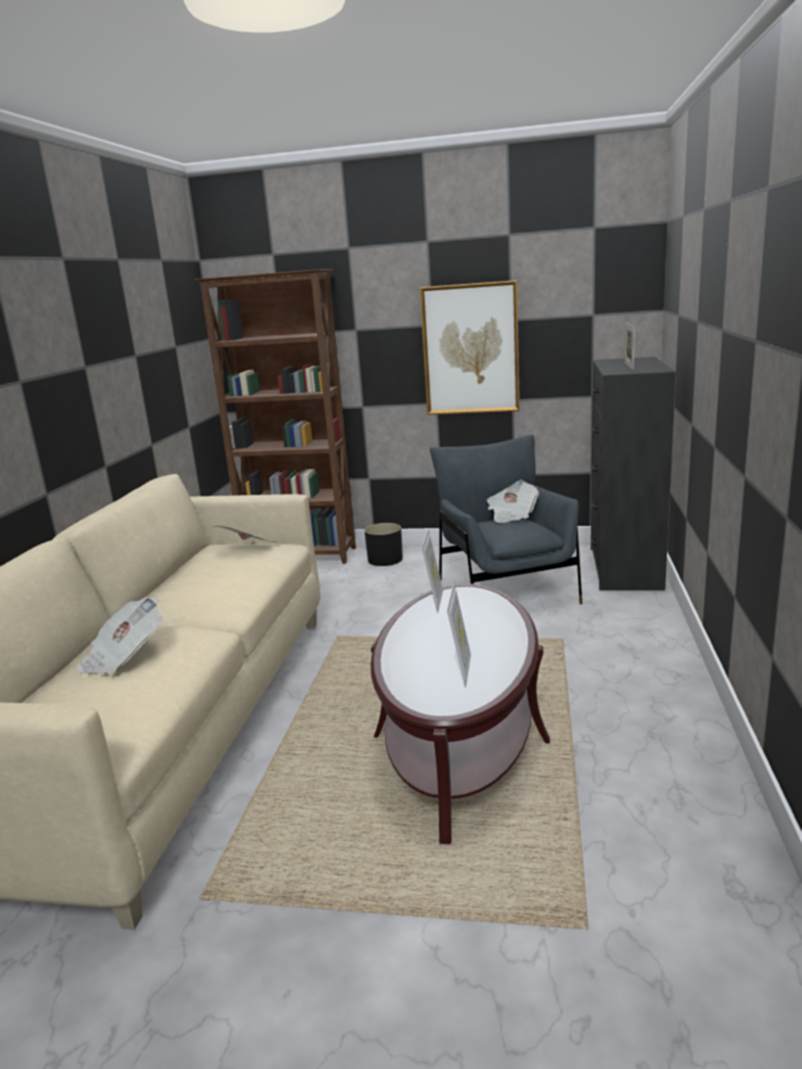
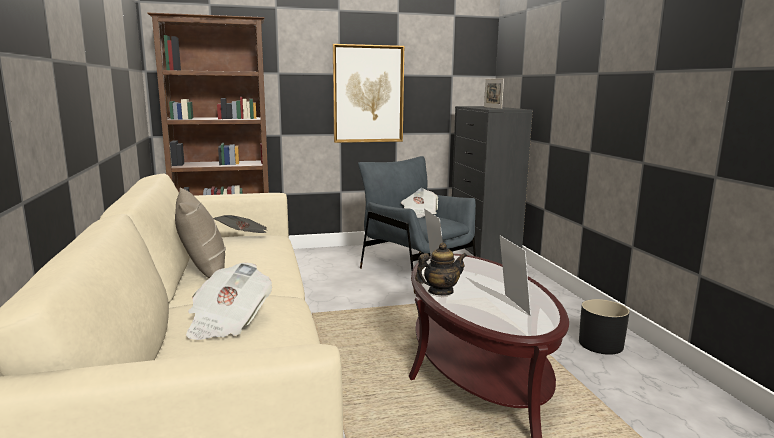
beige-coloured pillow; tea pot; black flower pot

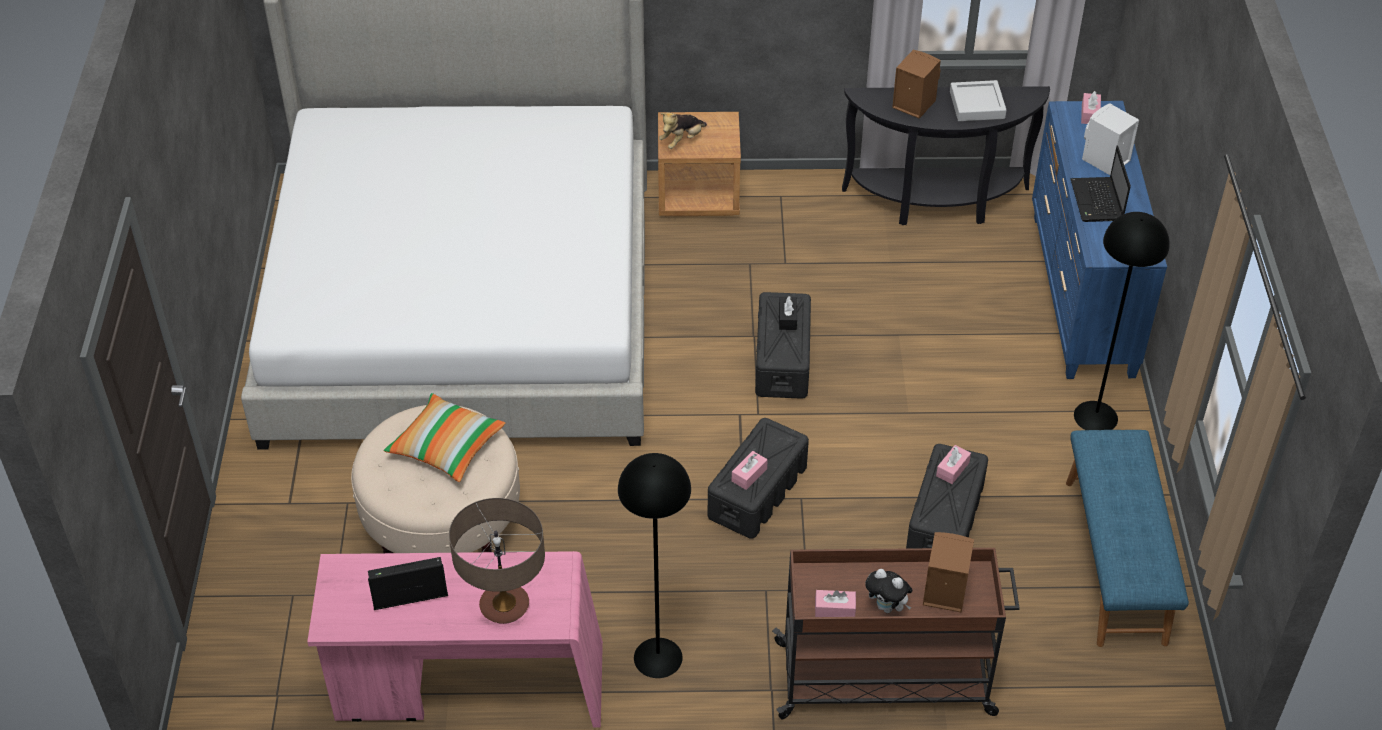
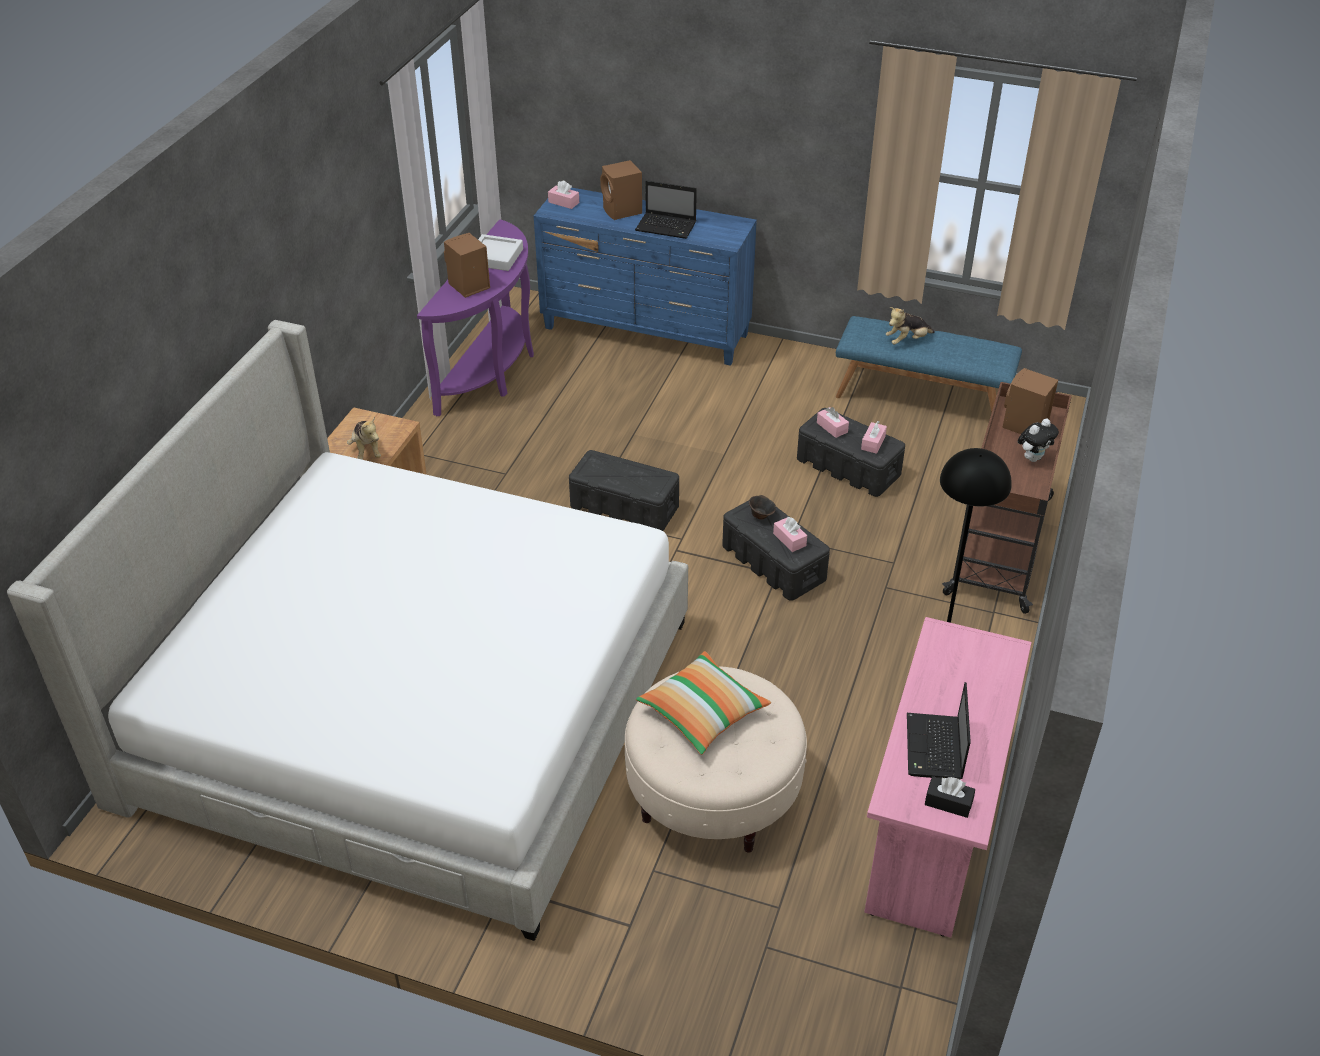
table lamp; black floor lamp (2nd from left in the first image); brown-coloured bowl; plush toy (2nd from left); black tissue box; pinkish tissue box (4th from left); purplish hall table; brown-coloured audio speaker (2nd from left)

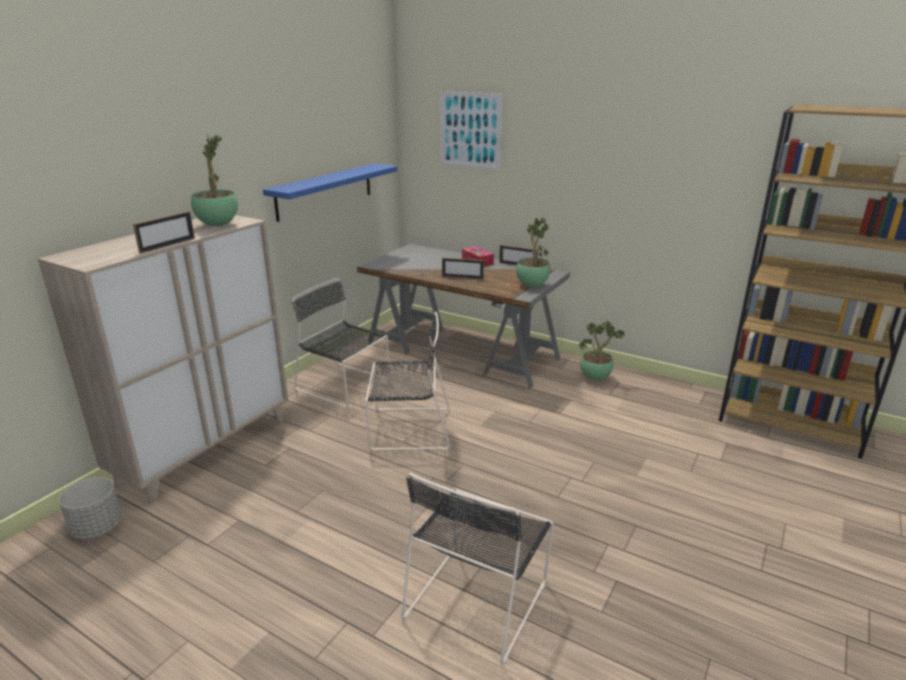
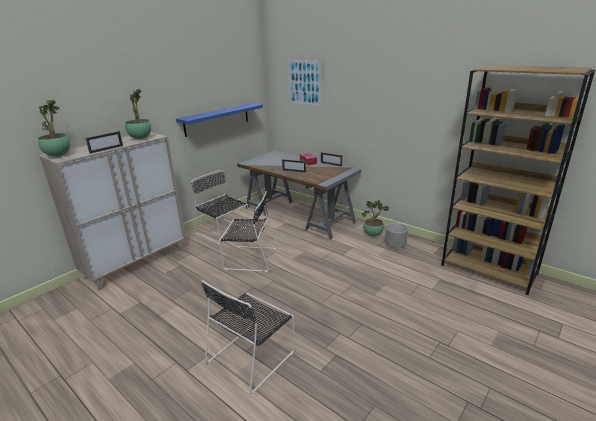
gray flower pot; plant in a pot (1st from left)

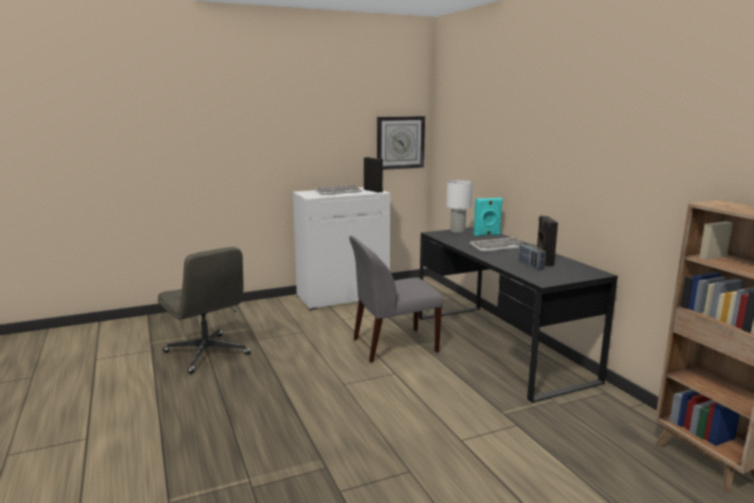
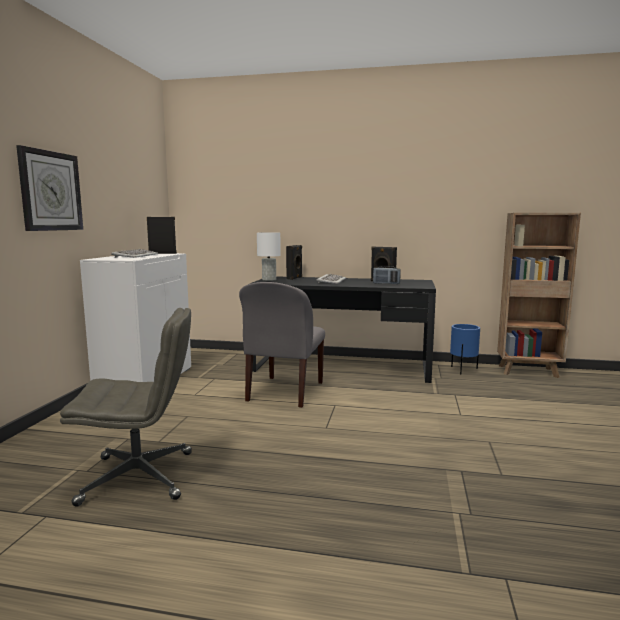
blue-coloured flower pot; wall clock; black audio speaker (2nd from left)

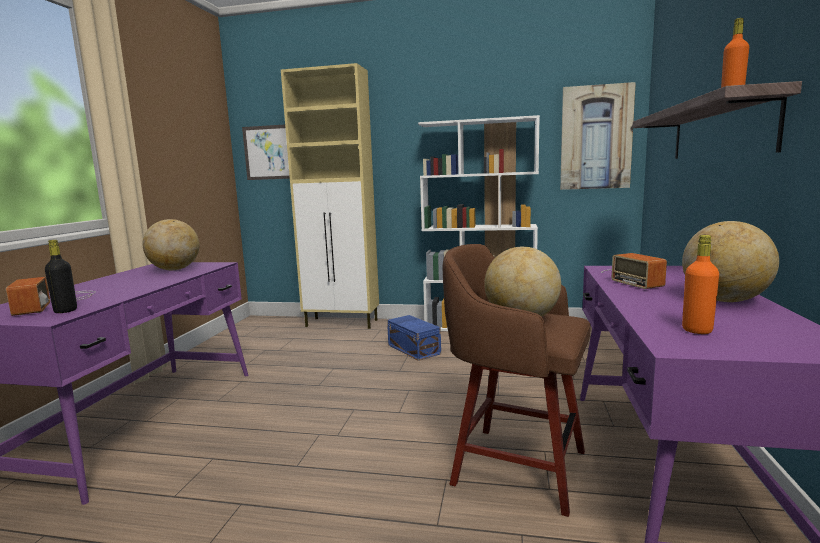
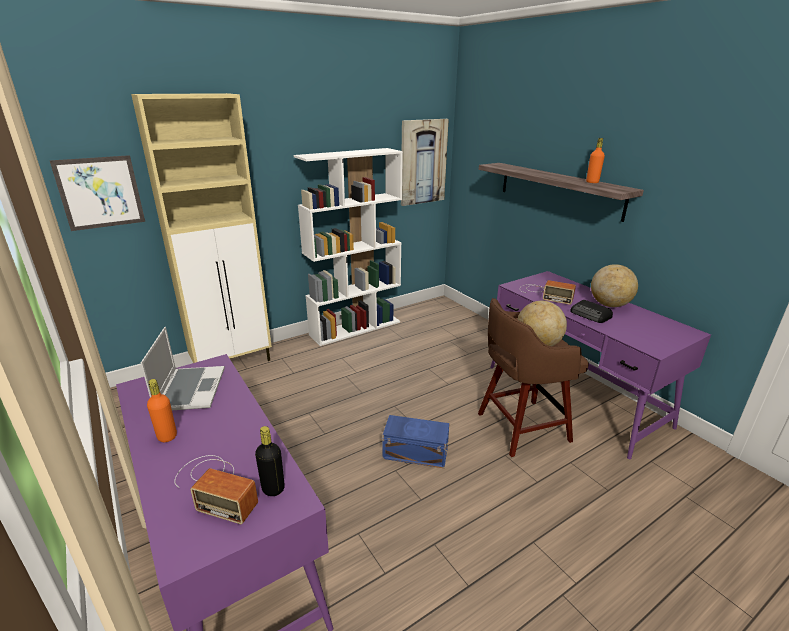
radio (3rd from left); blue-coloured storage bin; orange-coloured bottle (1st from left); notebook computer

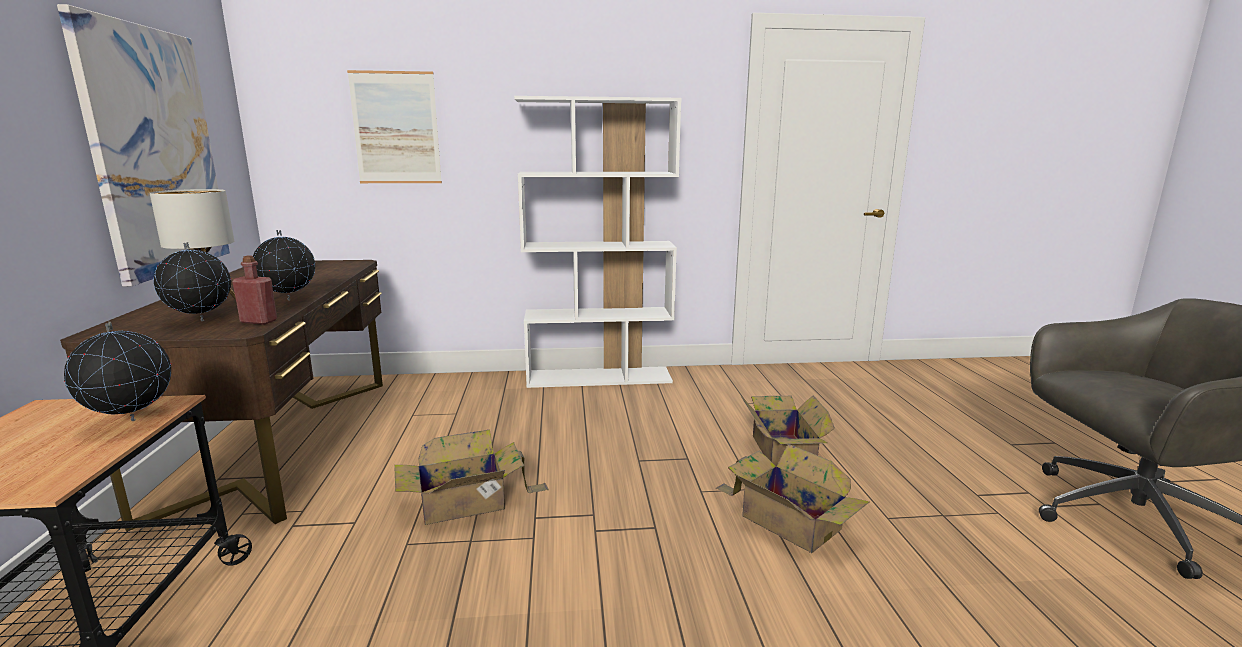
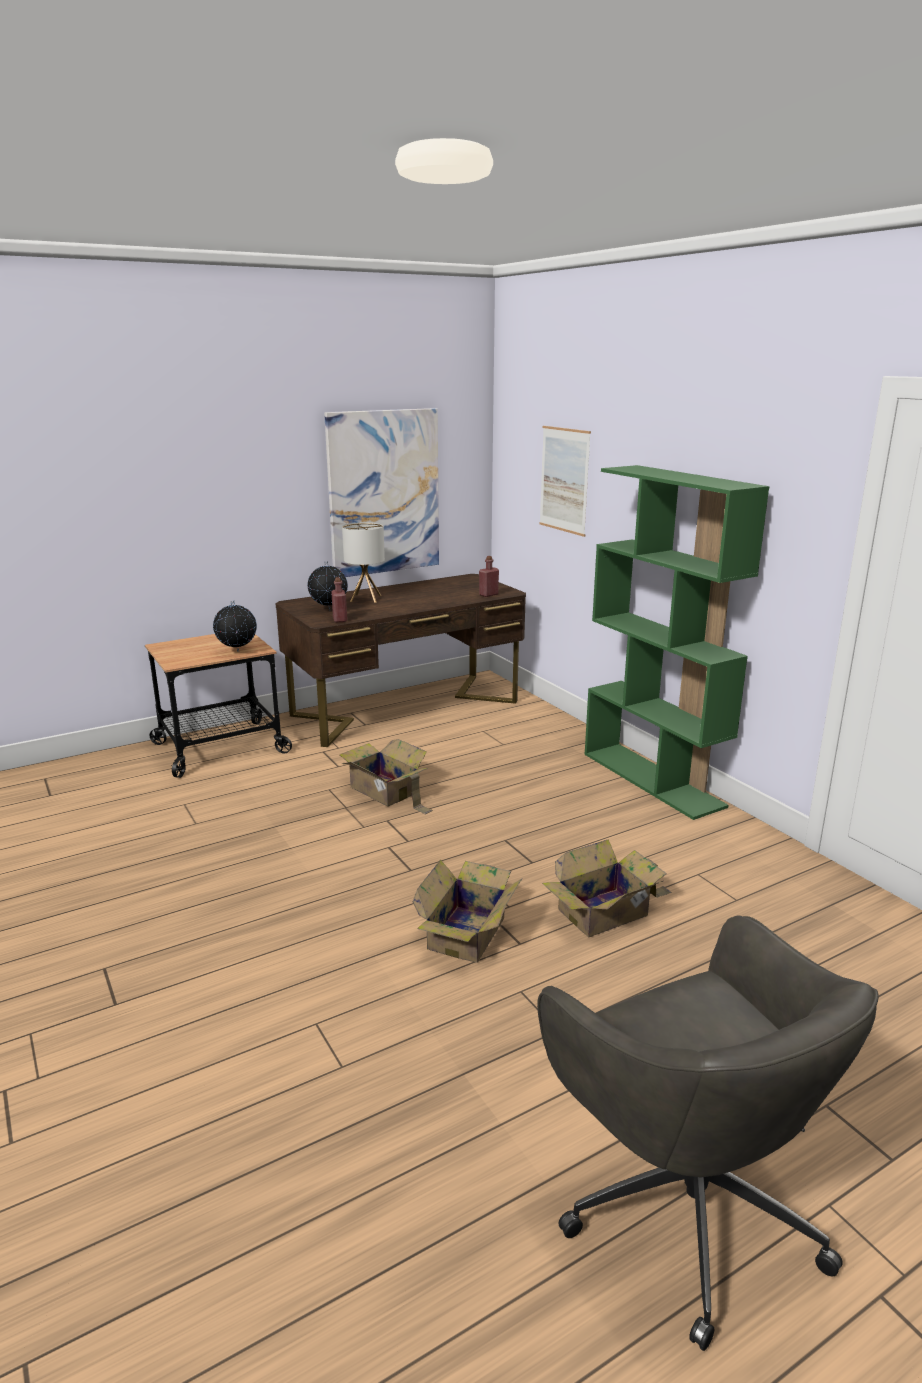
world globe (3rd from left in the first image); red-coloured bottle (2nd from left); green-coloured bookcase

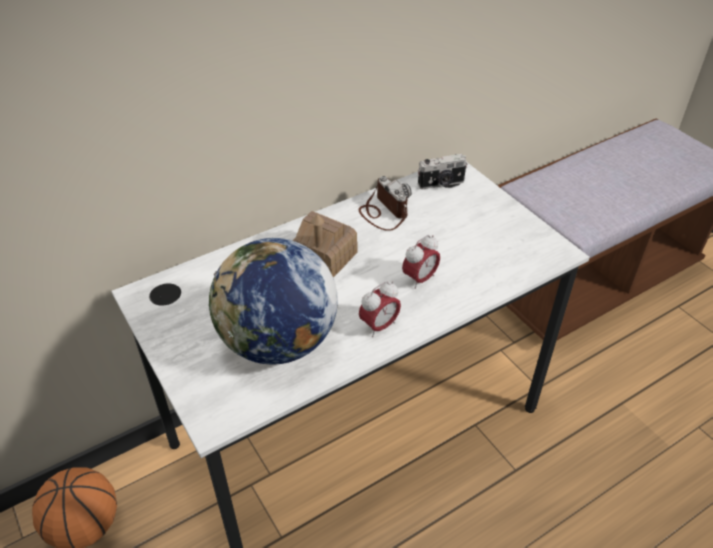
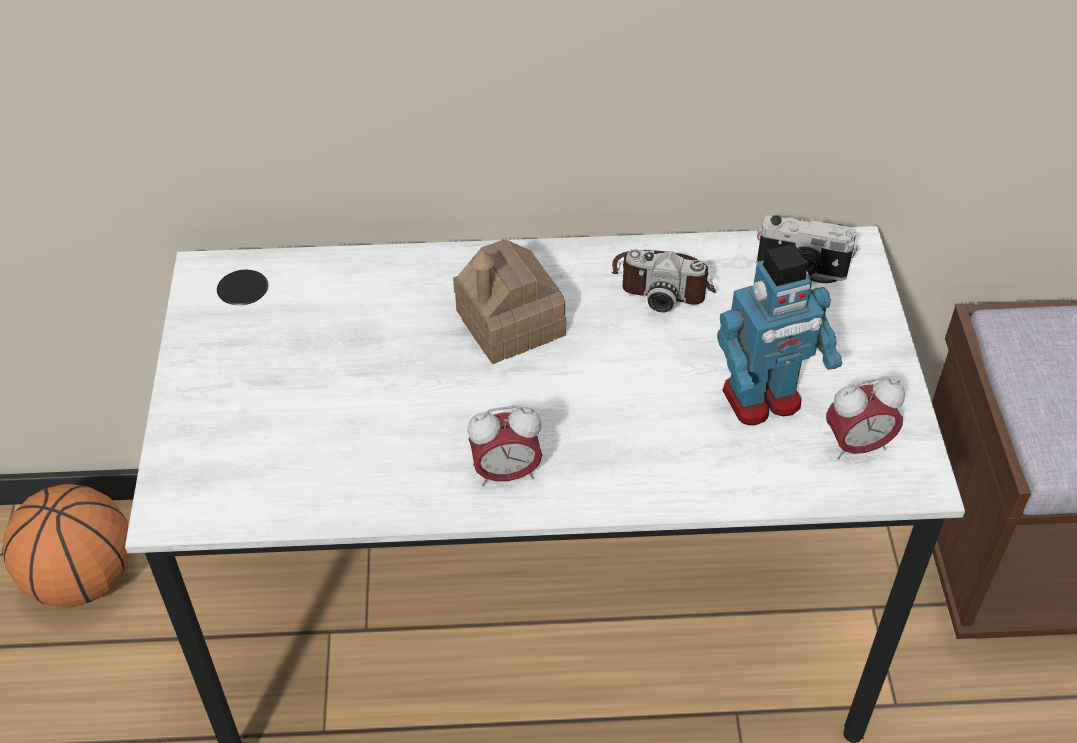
world globe; robot figure; alarm clock (2nd from left); still camera (1st from left)

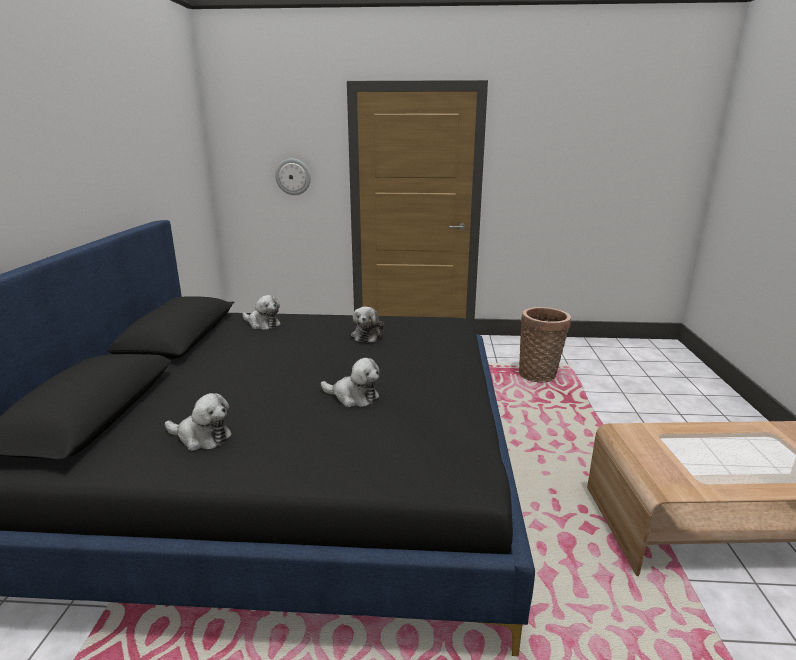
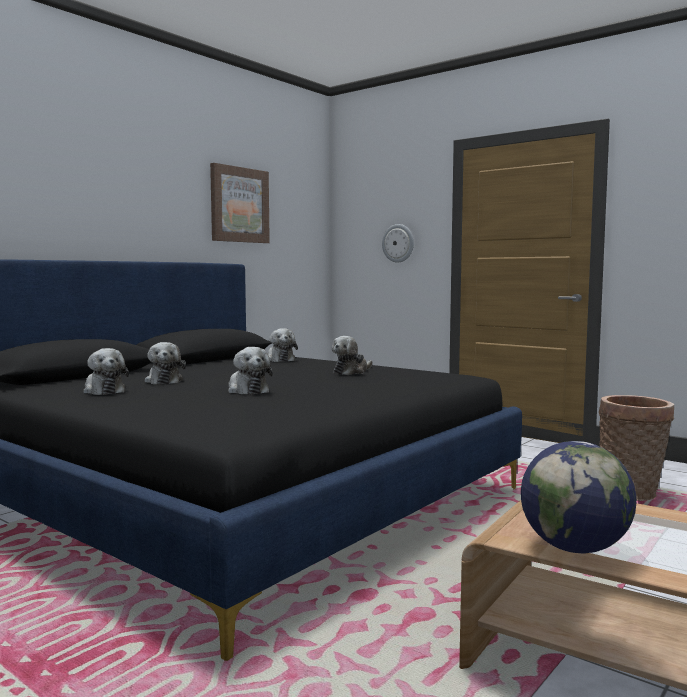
plush toy (2nd from left); wall art; world globe

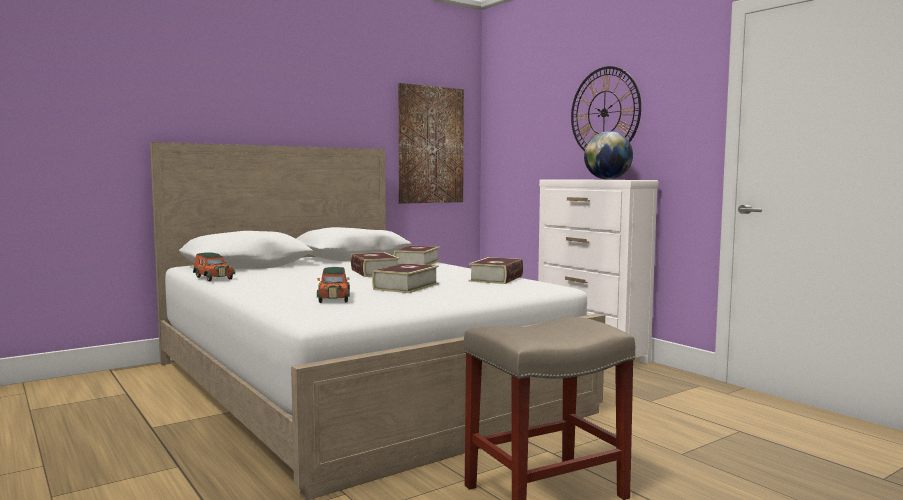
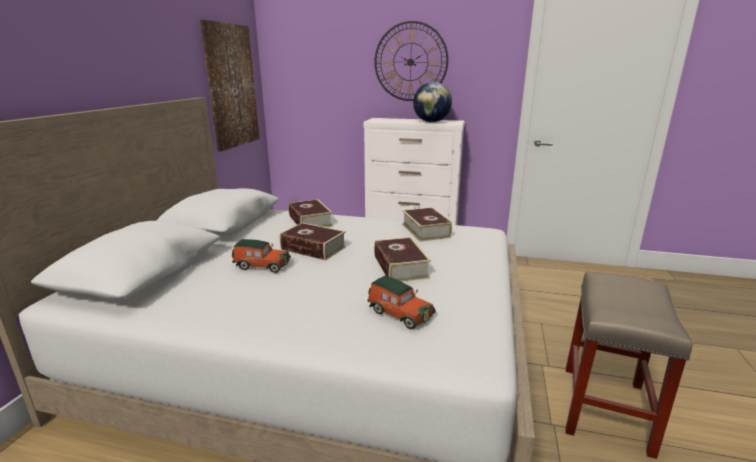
toy car (1st from left)

